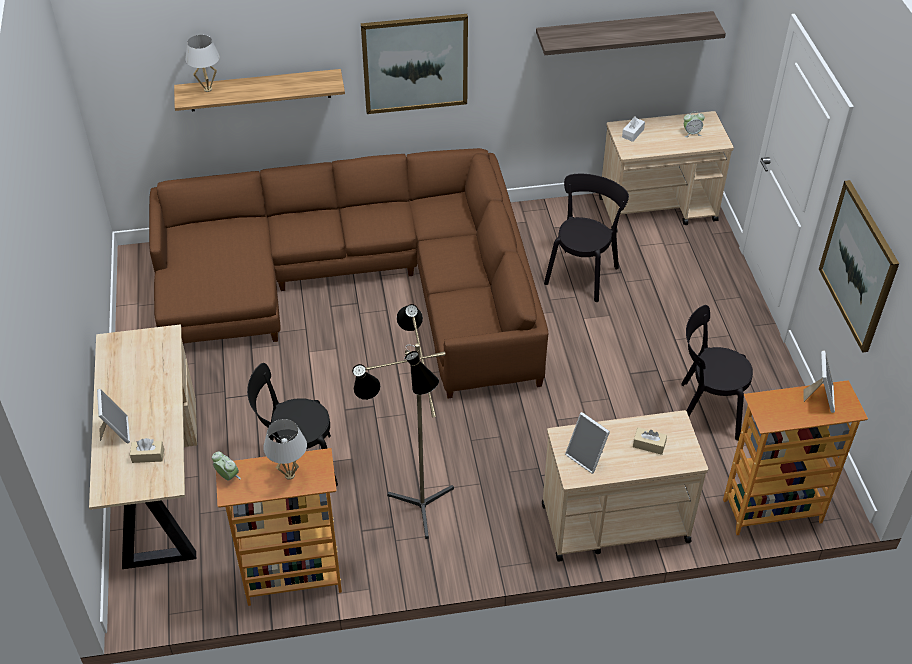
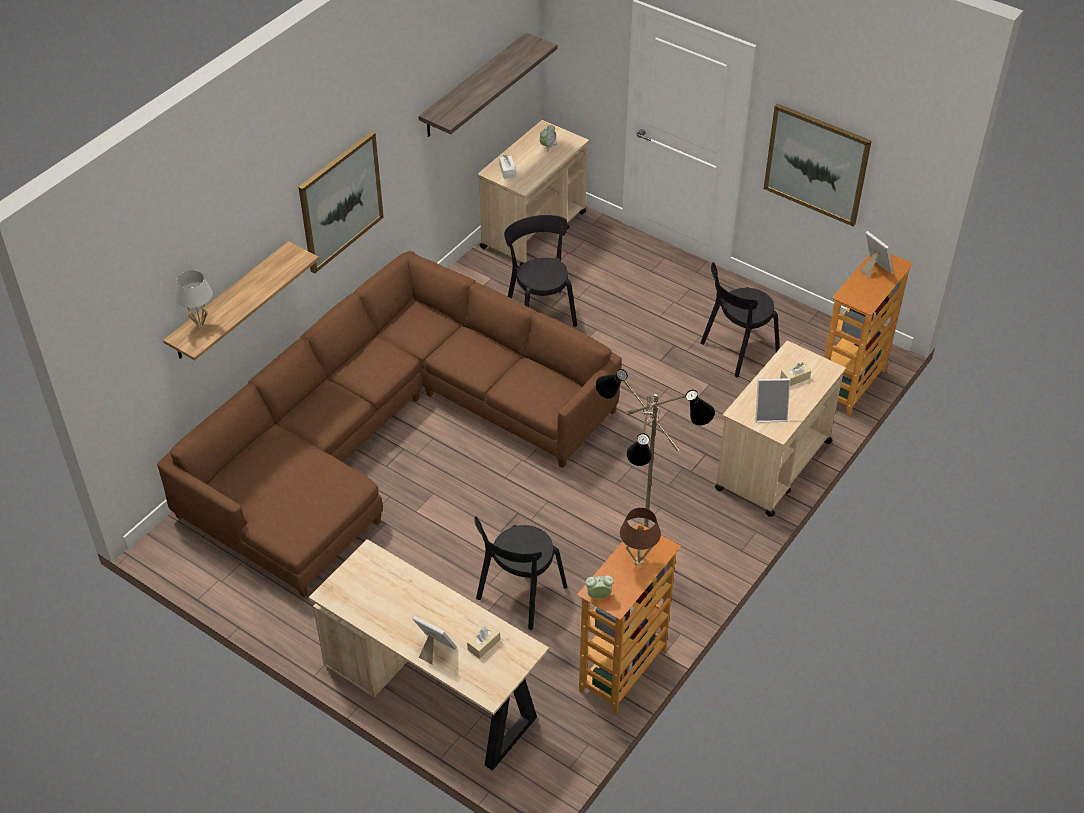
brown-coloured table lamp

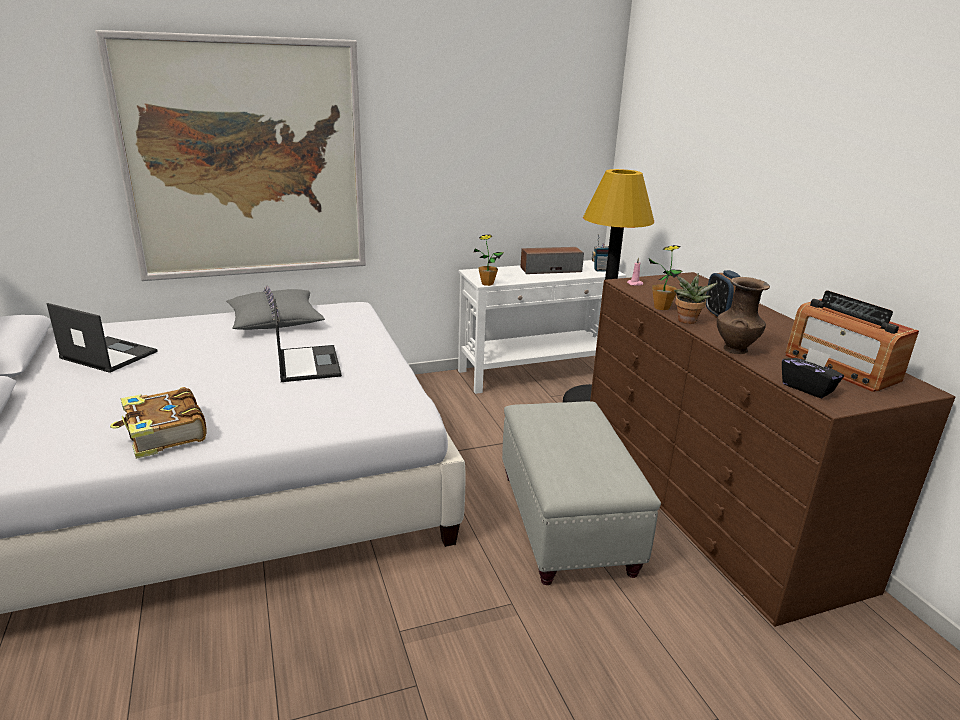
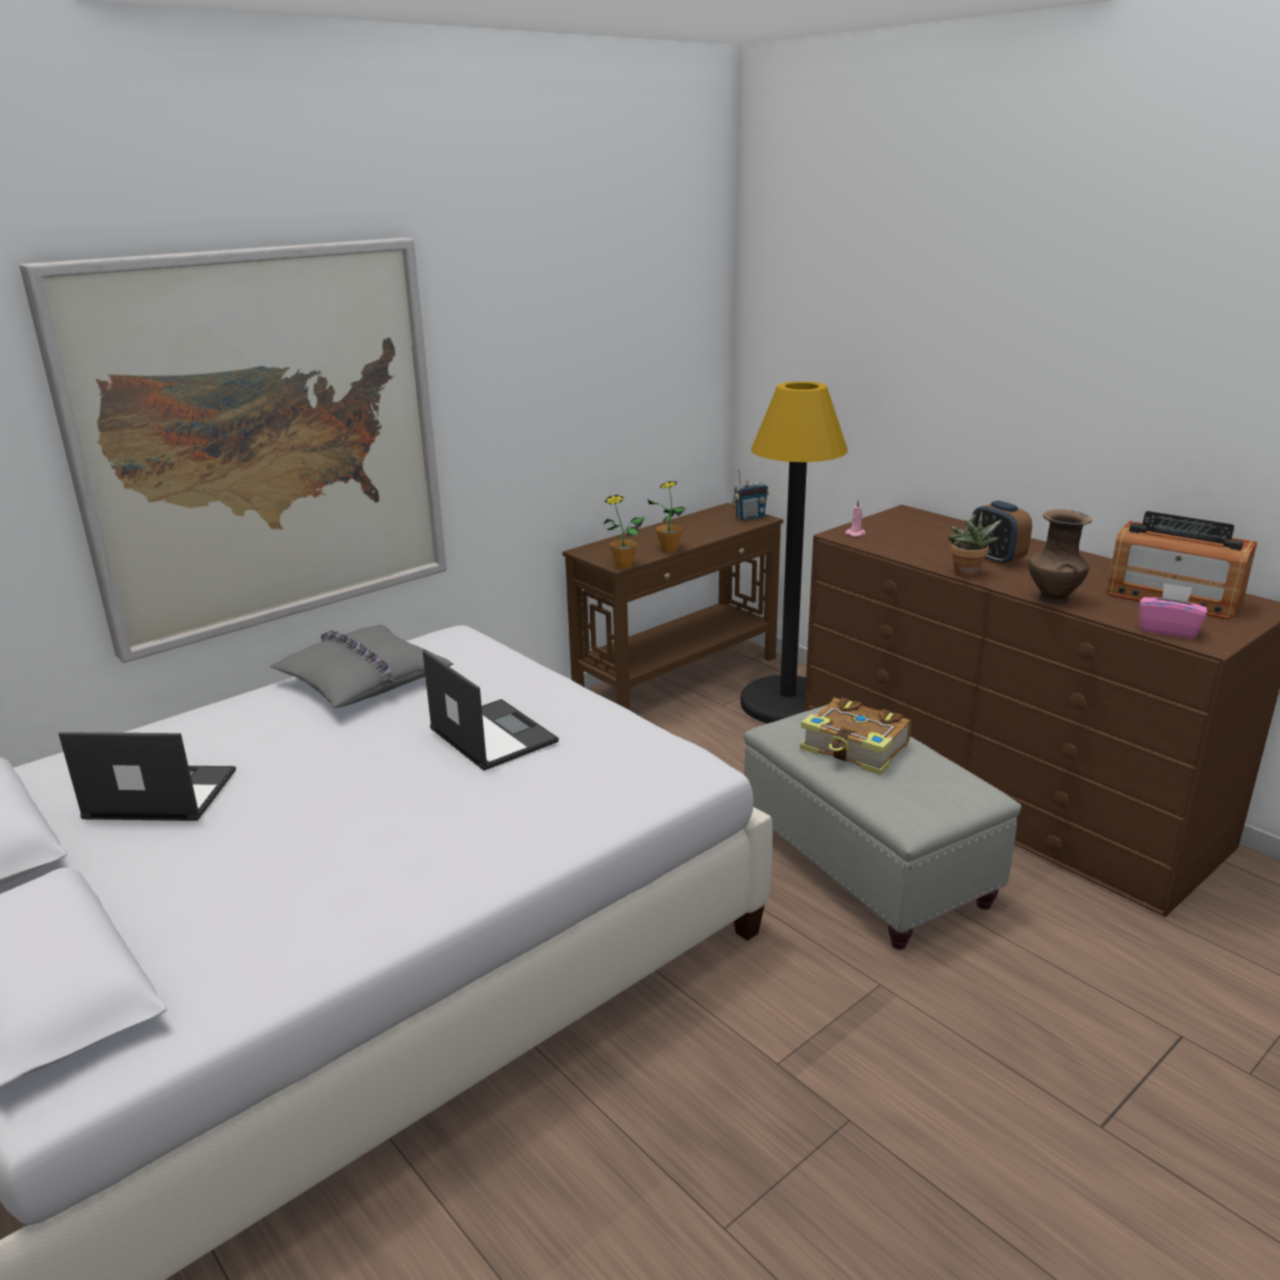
audio speaker; book; plant in a pot (2nd from left); brown-coloured hall table; pinkish tissue box

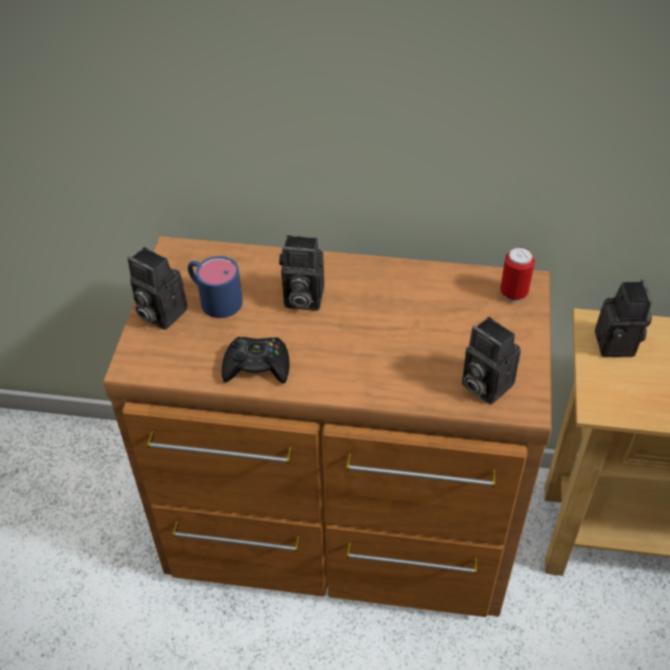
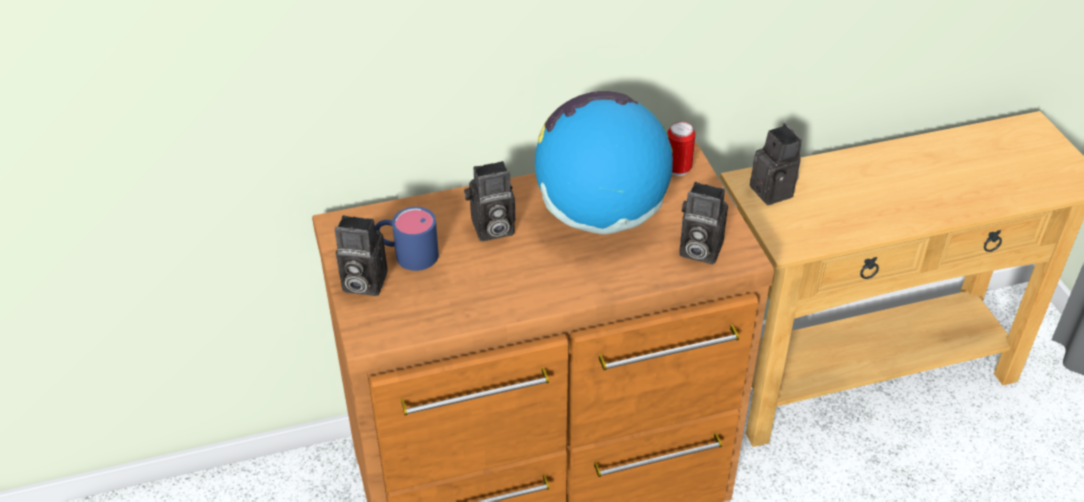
black game controller; world globe

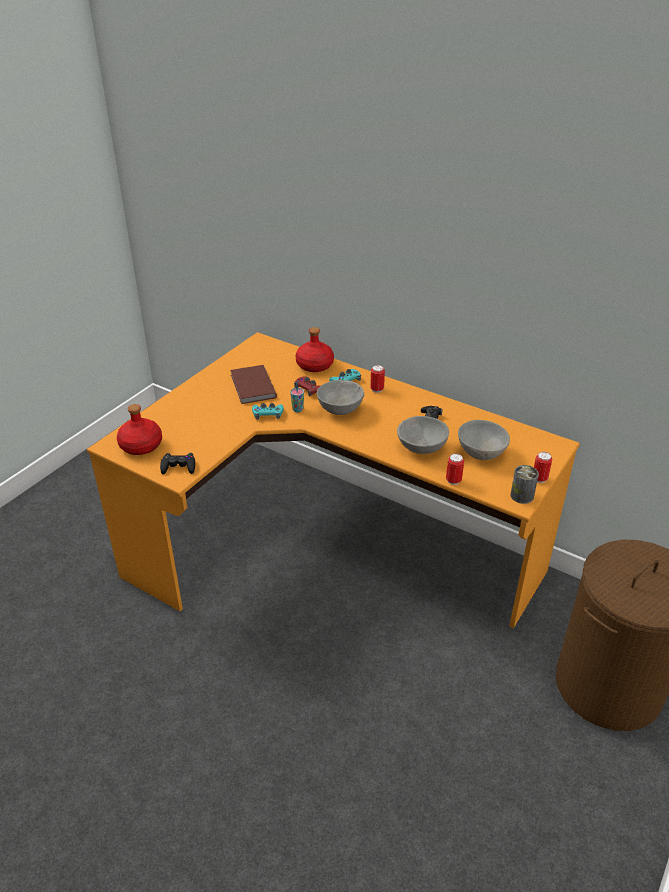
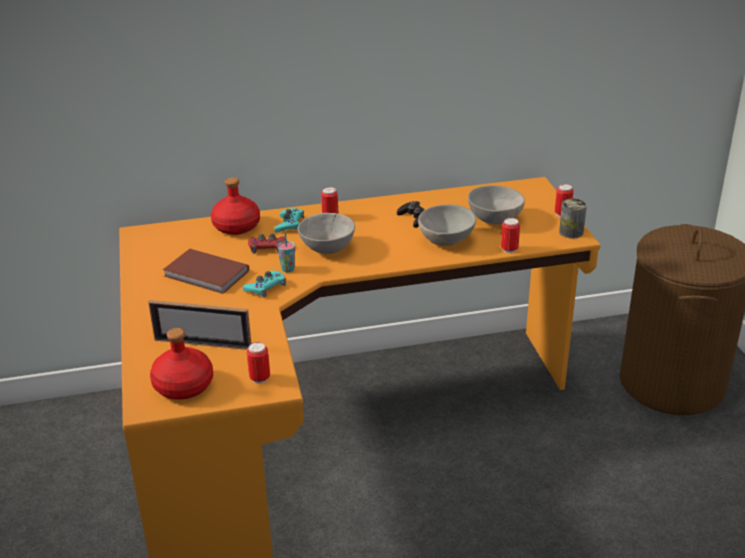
picture frame; metal can (1st from left)

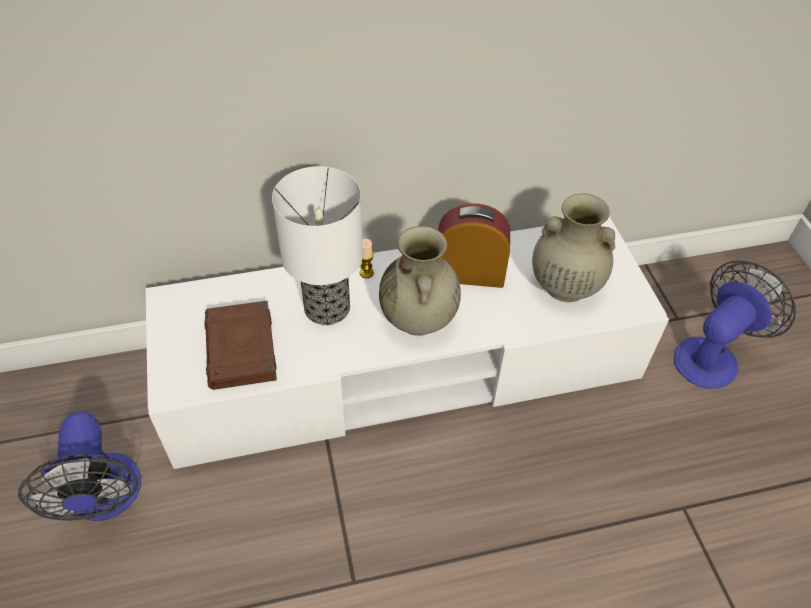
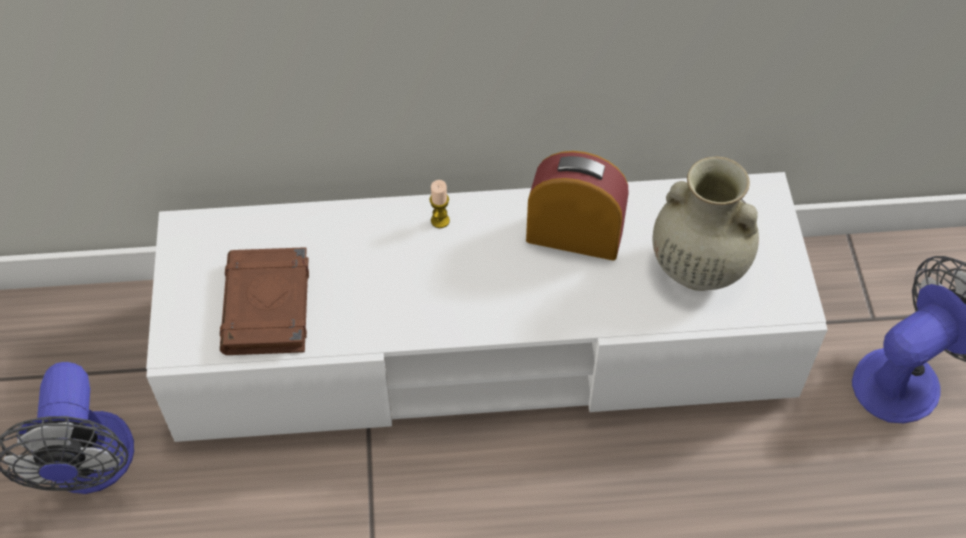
table lamp; beige-coloured flower vase (1st from left in the first image)

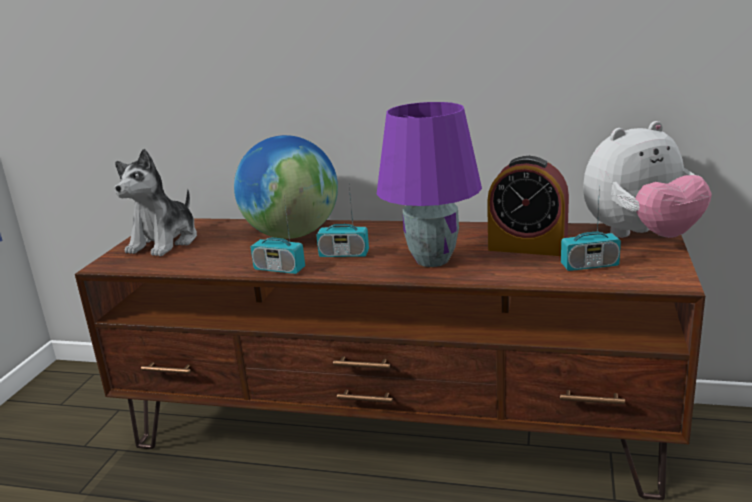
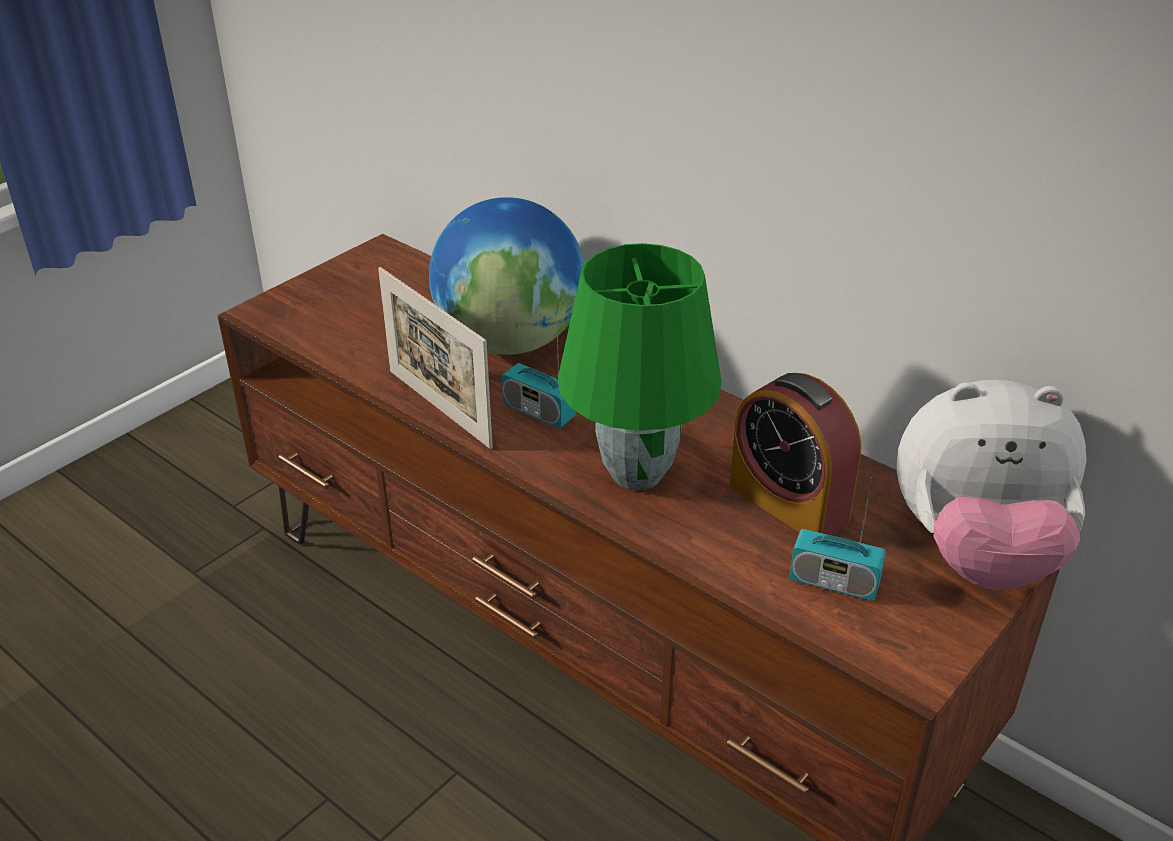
plush toy (1st from left in the first image); picture frame; green-coloured table lamp

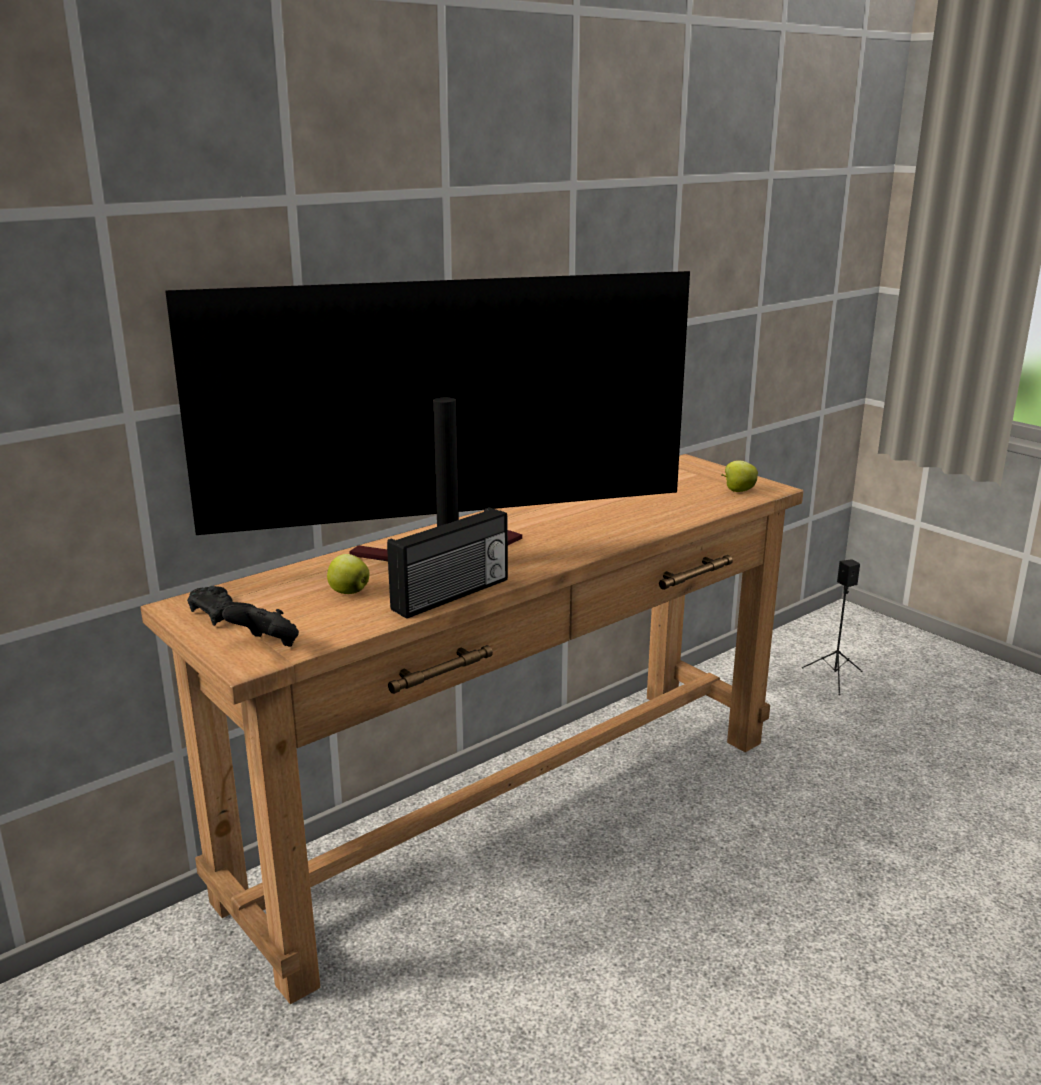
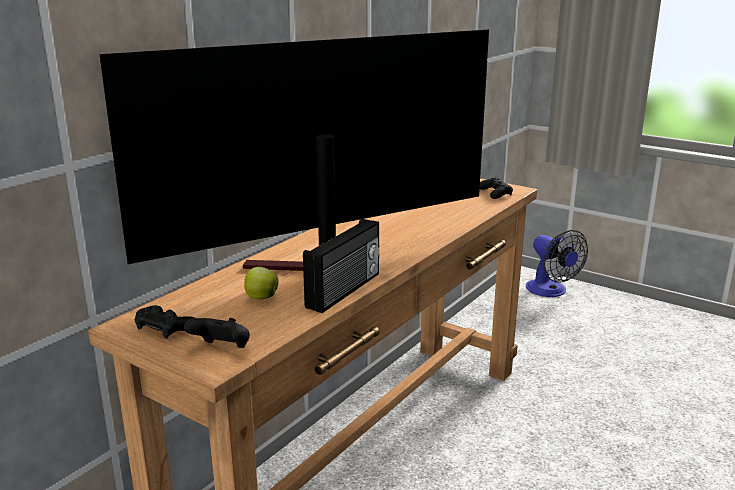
black audio speaker; fan; black game controller (3rd from left)

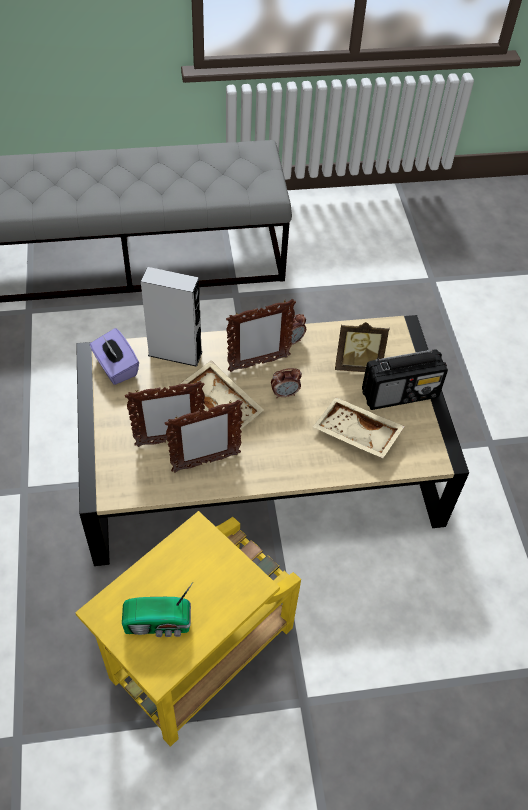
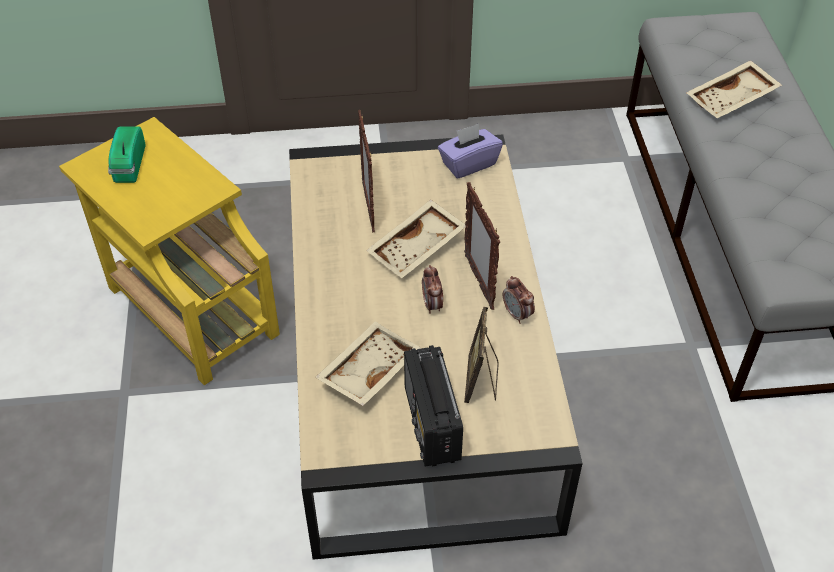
gray audio speaker; picture frame (2nd from left in the first image); beige-coloured carrying tray (3rd from left)

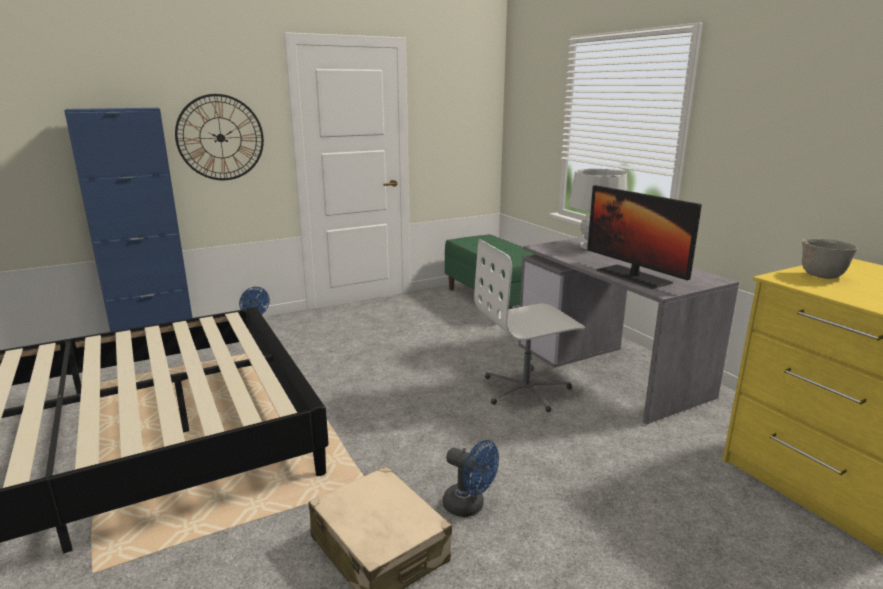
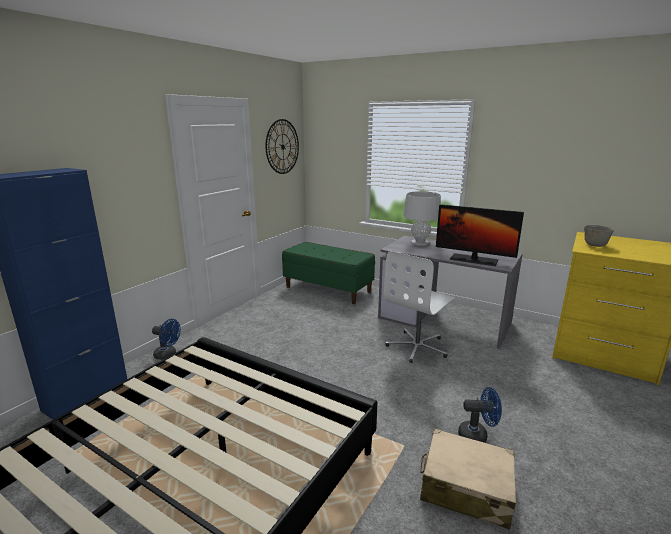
wall clock

